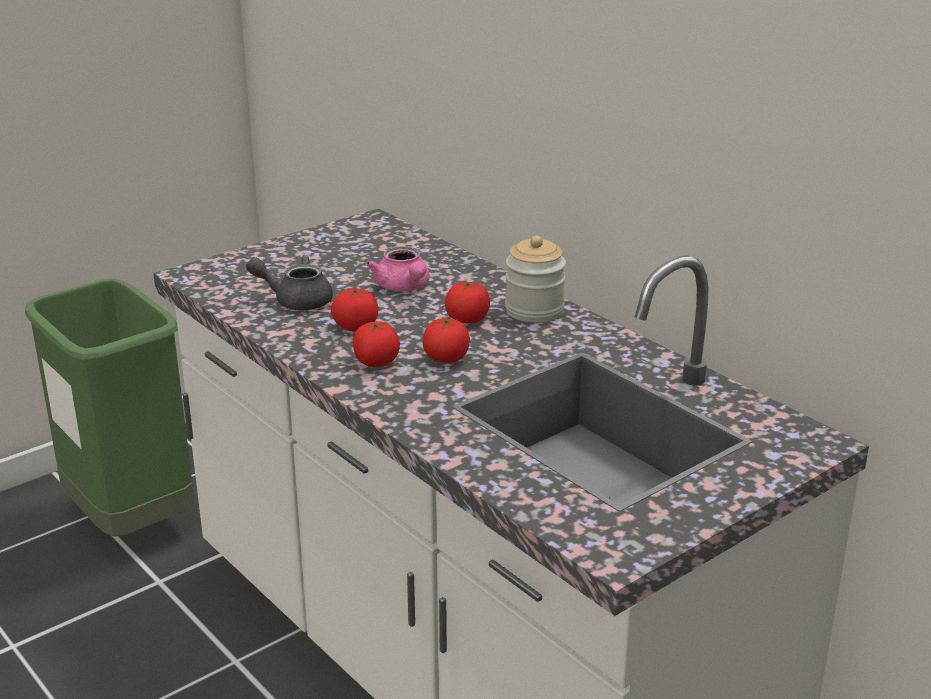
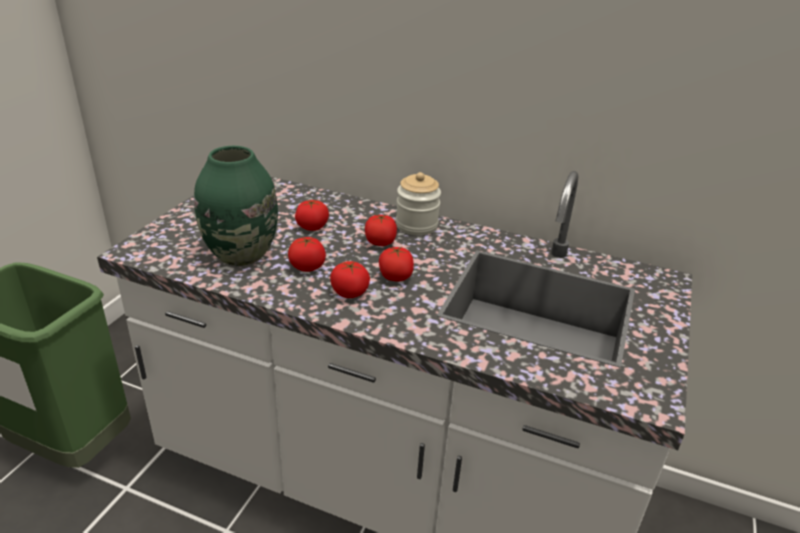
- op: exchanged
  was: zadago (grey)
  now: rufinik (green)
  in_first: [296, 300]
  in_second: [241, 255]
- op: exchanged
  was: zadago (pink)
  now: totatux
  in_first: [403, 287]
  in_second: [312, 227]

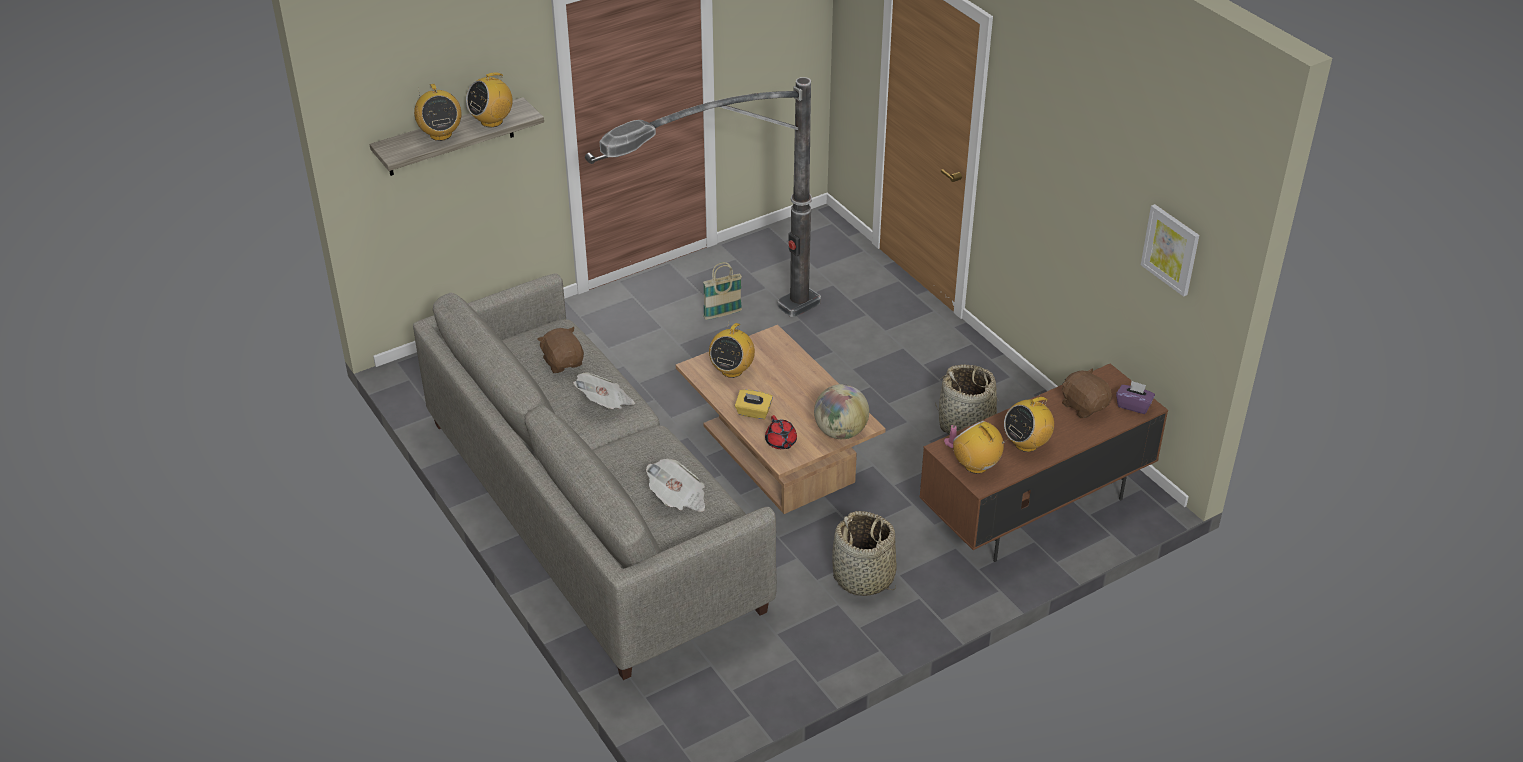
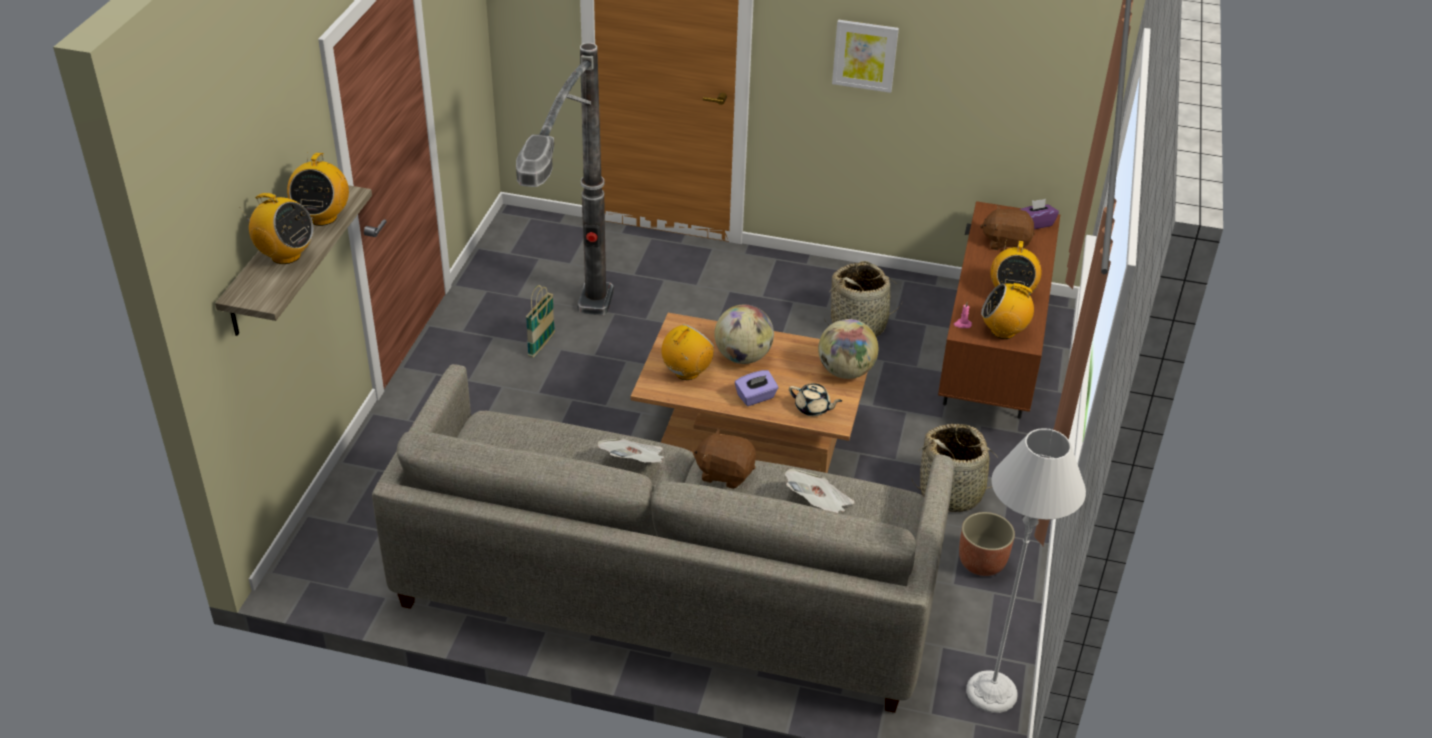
- op: relocated
  was: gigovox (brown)
  in_first: [563, 362]
  in_second: [725, 473]
- op: spun
  was: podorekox
  in_first: [732, 370]
  in_second: [686, 372]
  clockwise: -120
- op: colour
  was: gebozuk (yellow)
  now: gebozuk (purple)
  in_first: [753, 412]
  in_second: [756, 397]
- op: colour
  was: zadago (red)
  now: zadago (beige)
  in_first: [781, 442]
  in_second: [813, 408]
- op: relocated
  was: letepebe
  in_first: [1171, 249]
  in_second: [865, 55]
- op: appeared
  now: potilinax
  in_second: [743, 357]
- op: appeared
  now: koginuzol
  in_second: [982, 562]
- op: appeared
  now: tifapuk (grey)
  in_second: [991, 692]

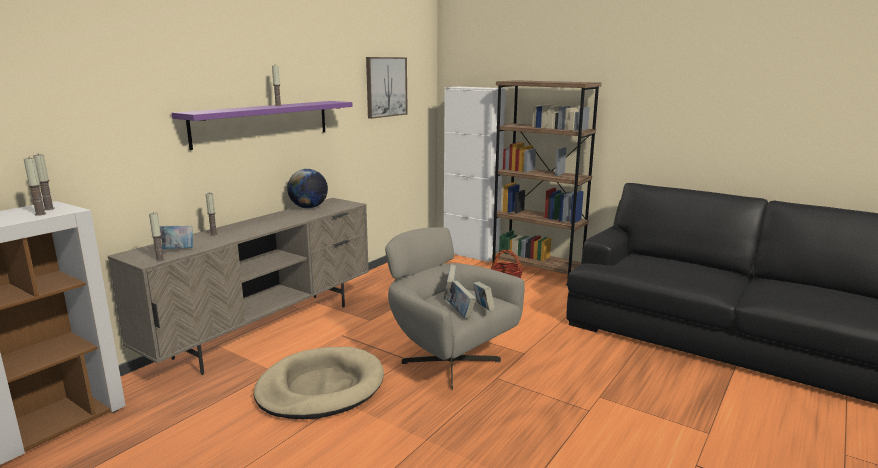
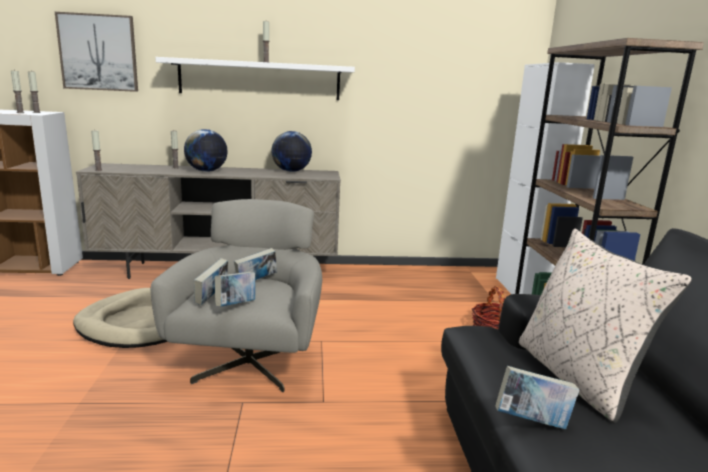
- op: relocated
  was: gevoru
  in_first: [175, 251]
  in_second: [532, 421]
- op: colour
  was: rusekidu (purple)
  now: rusekidu (white)
  in_first: [263, 123]
  in_second: [260, 79]
- op: relocated
  was: letepebe
  in_first: [386, 87]
  in_second: [98, 52]
- op: appeared
  now: potilinax
  in_second: [206, 171]
- op: appeared
  now: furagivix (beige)
  in_second: [577, 377]

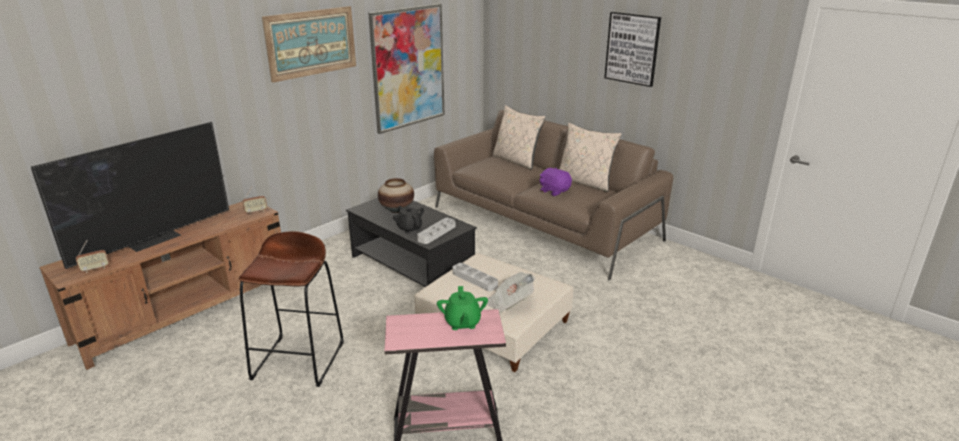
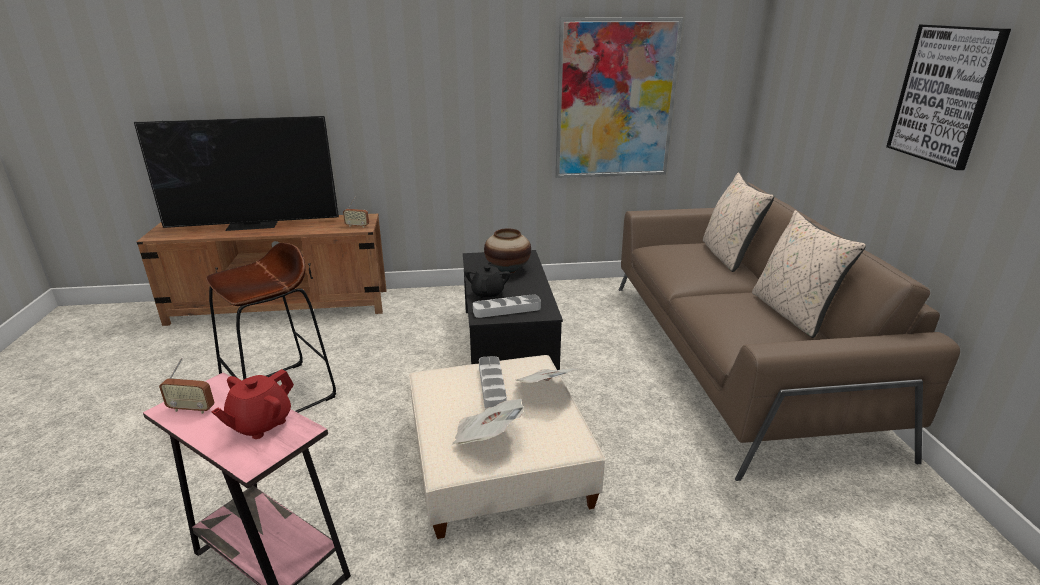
- op: relocated
  was: podorekox
  in_first: [95, 269]
  in_second: [191, 409]
- op: missing
  was: letepebe
  in_first: [311, 43]
- op: colour
  was: zadago (green)
  now: zadago (red)
  in_first: [462, 322]
  in_second: [260, 424]
- op: missing
  was: gigovox (purple)
  in_first: [554, 191]
- op: appeared
  now: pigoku
  in_second: [545, 389]

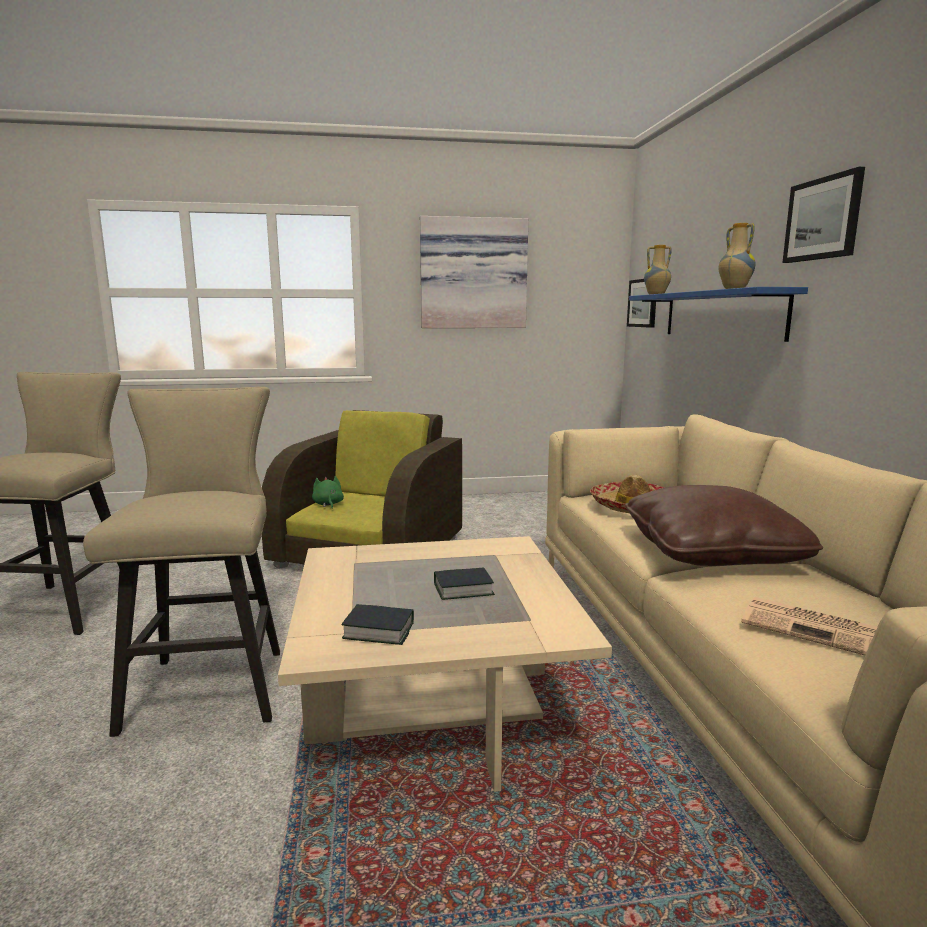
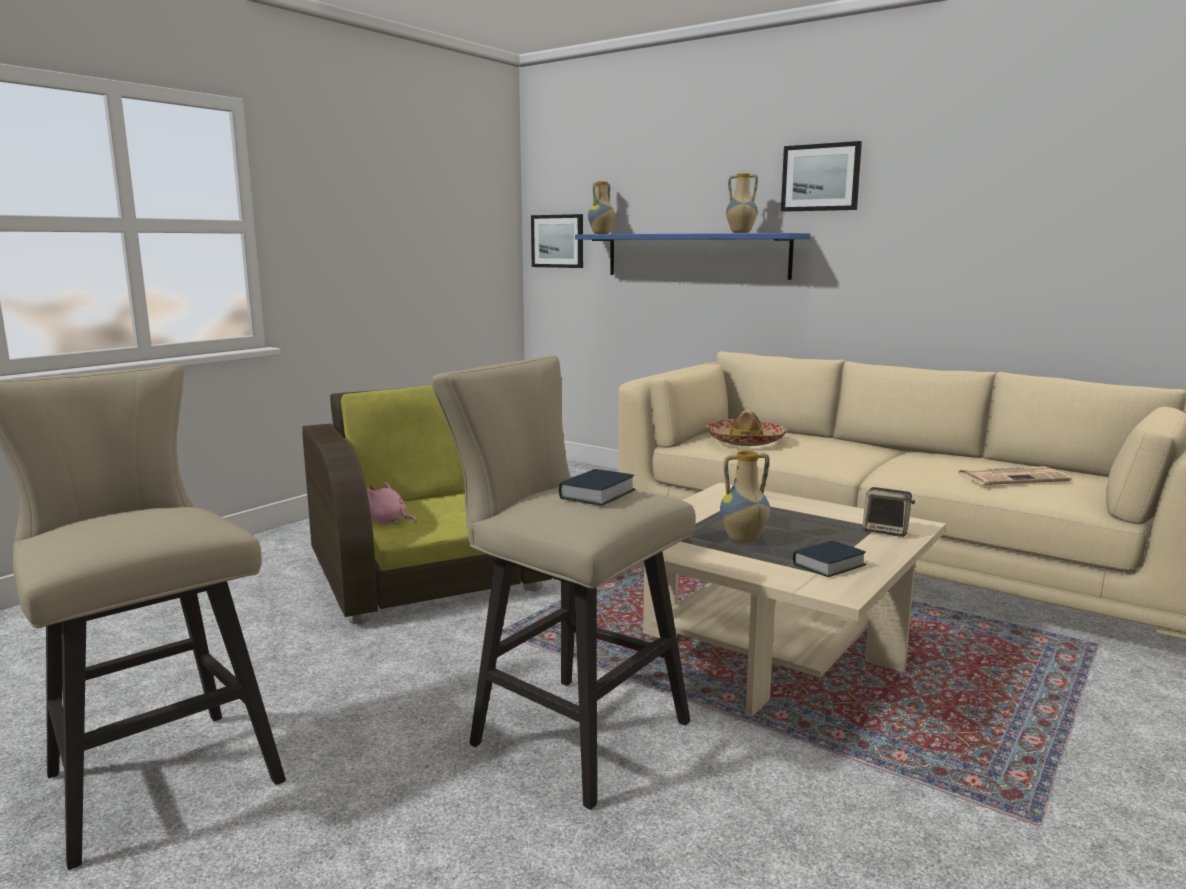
- op: colour
  was: gigovox (green)
  now: gigovox (pink)
  in_first: [328, 504]
  in_second: [388, 521]
- op: missing
  was: letepebe
  in_first: [473, 274]
- op: relocated
  was: gevoru
  in_first: [463, 589]
  in_second: [597, 495]
- op: missing
  was: furagivix (brown)
  in_first: [711, 553]
- op: appeared
  now: rufinik
  in_second: [743, 540]
- op: appeared
  now: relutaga
  in_second: [886, 531]

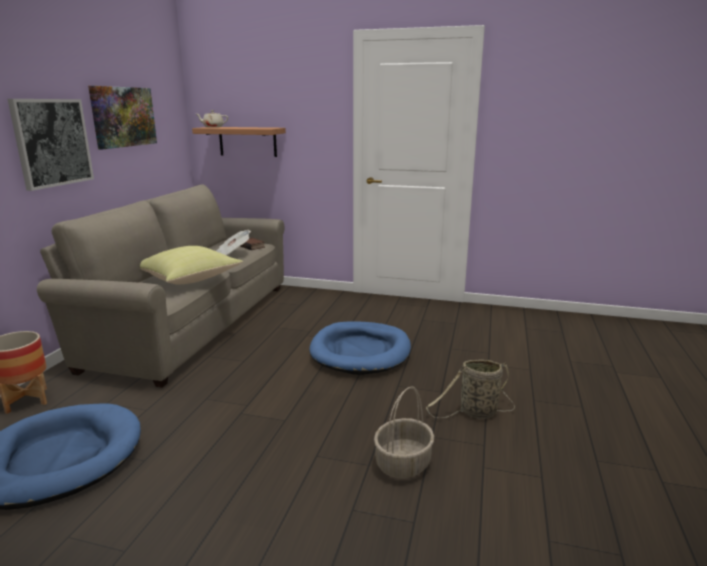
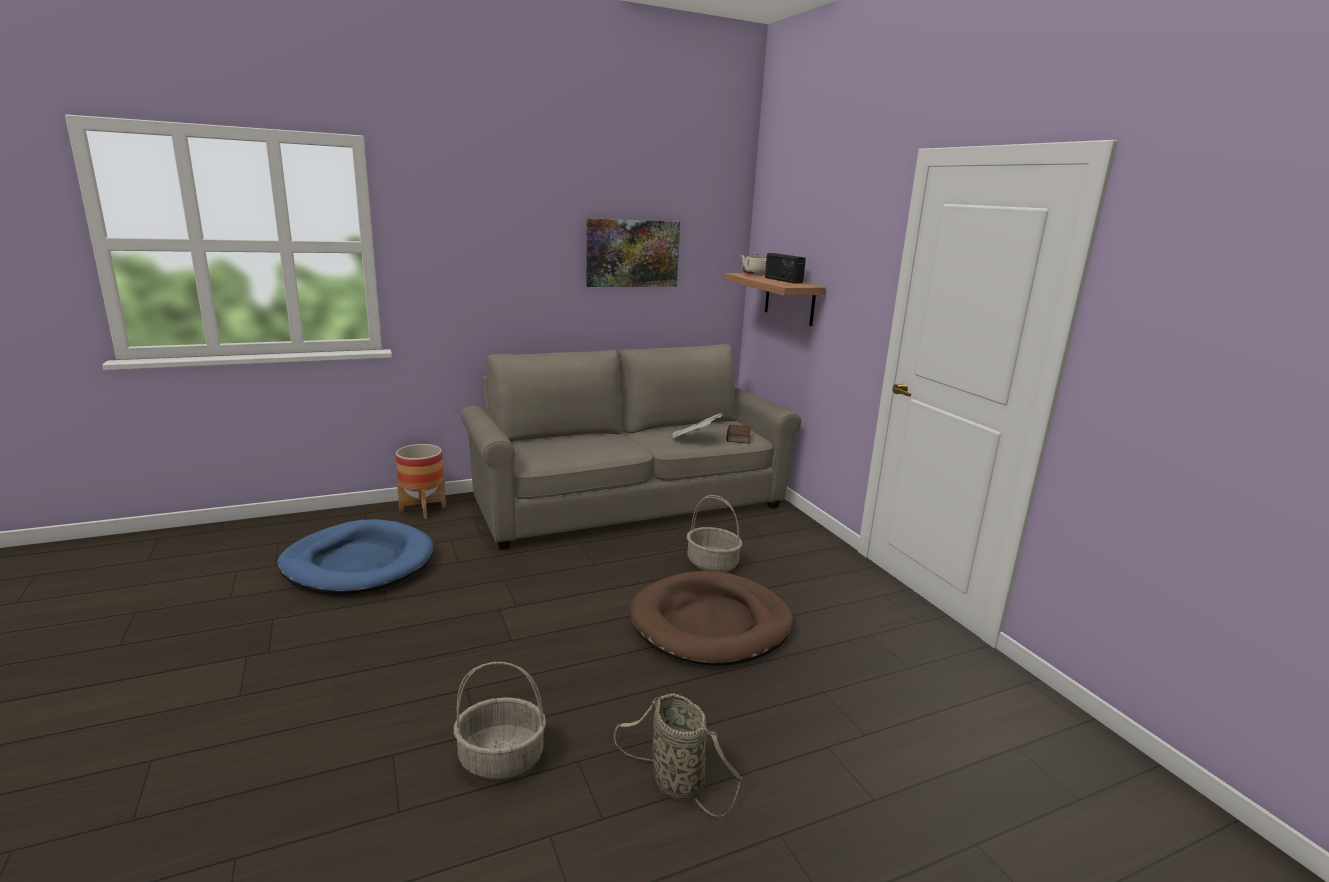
- op: missing
  was: letepebe
  in_first: [52, 142]
- op: missing
  was: furagivix (yellow)
  in_first: [189, 279]
- op: colour
  was: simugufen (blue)
  now: simugufen (brown)
  in_first: [361, 351]
  in_second: [711, 624]
- op: appeared
  now: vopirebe
  in_second: [713, 564]
- op: appeared
  now: podorekox
  in_second: [783, 280]

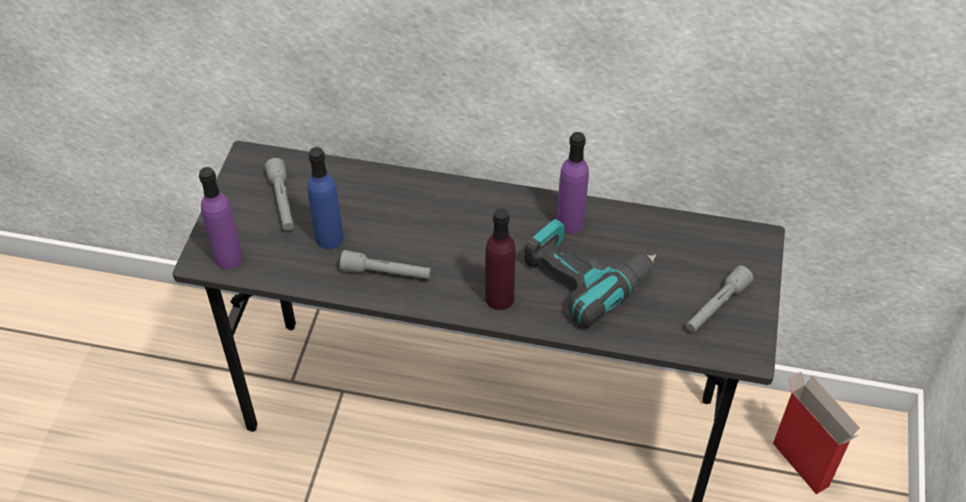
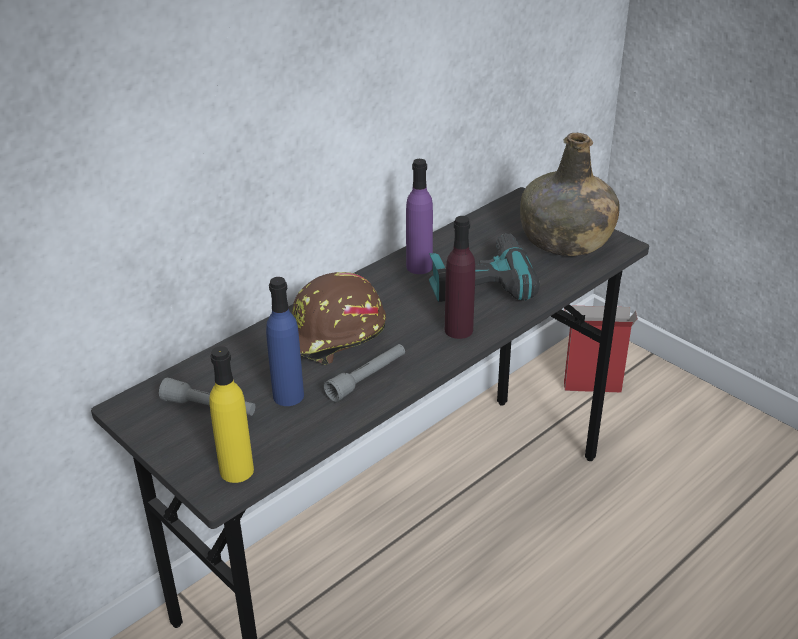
- op: colour
  was: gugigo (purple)
  now: gugigo (yellow)
  in_first: [228, 257]
  in_second: [236, 470]
- op: exchanged
  was: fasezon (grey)
  now: gugigo (green)
  in_first: [716, 307]
  in_second: [565, 240]
- op: appeared
  now: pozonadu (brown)
  in_second: [333, 335]

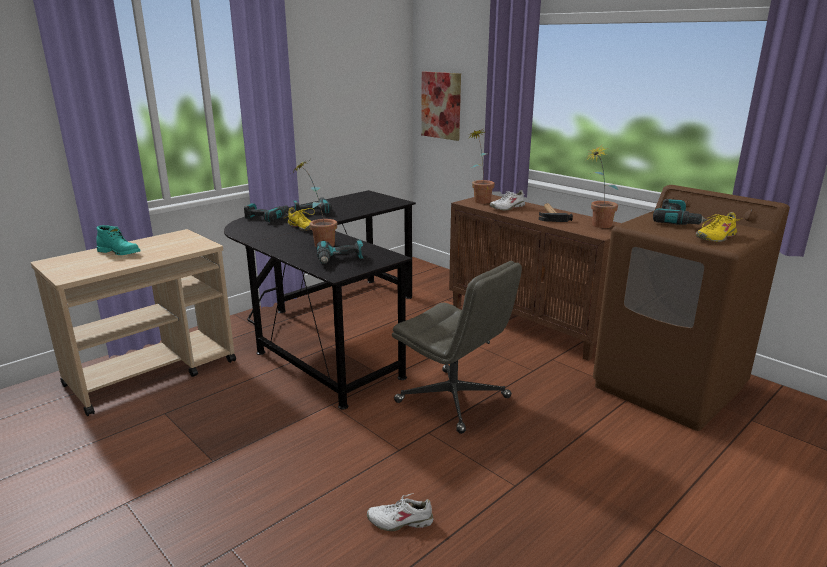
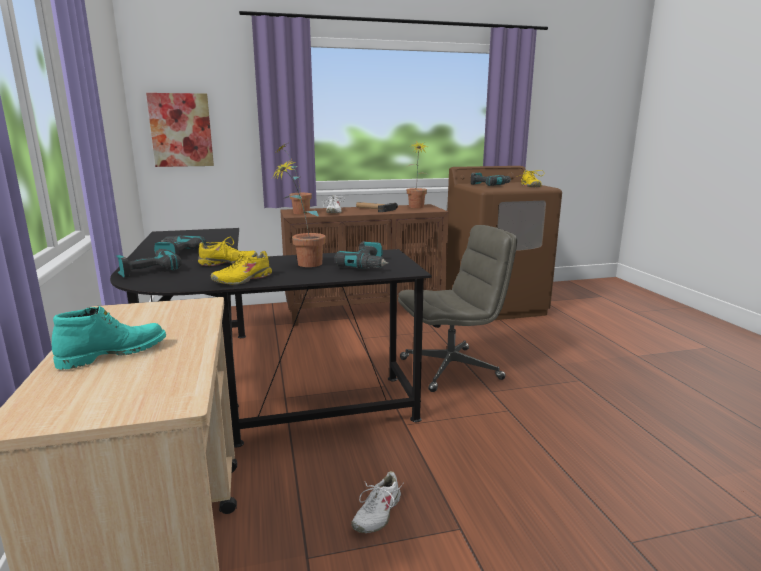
- op: relocated
  was: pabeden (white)
  in_first: [400, 521]
  in_second: [377, 513]
- op: appeared
  now: pabeden (yellow)
  in_second: [243, 280]

